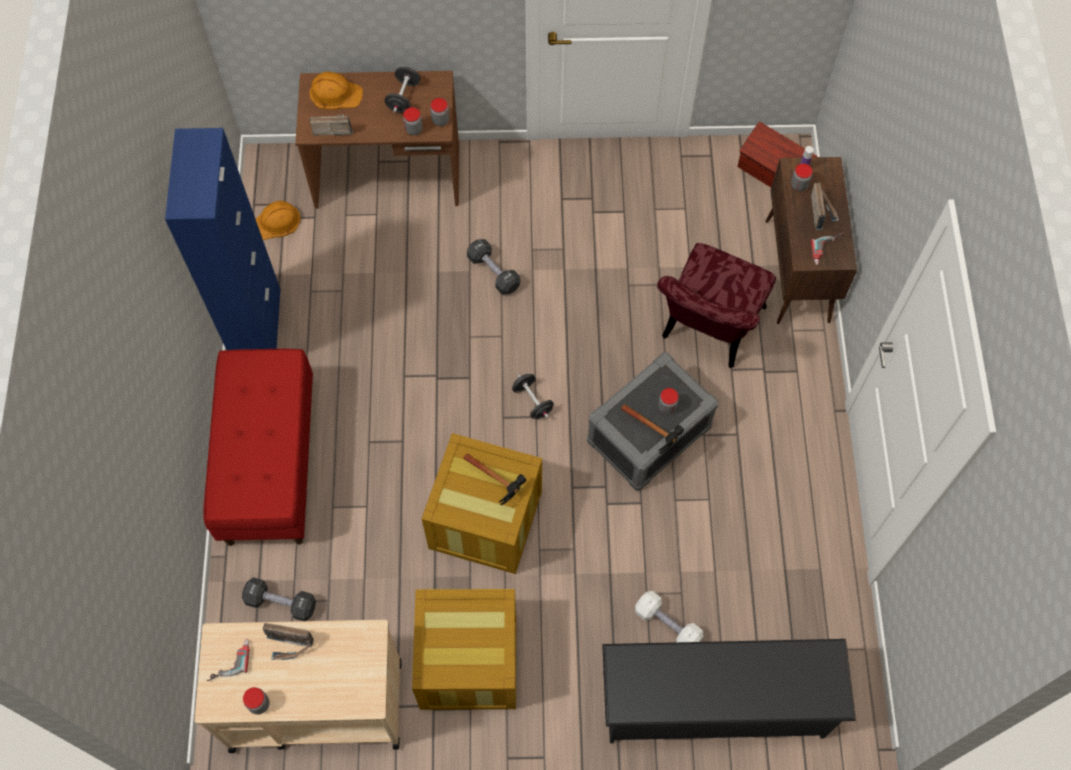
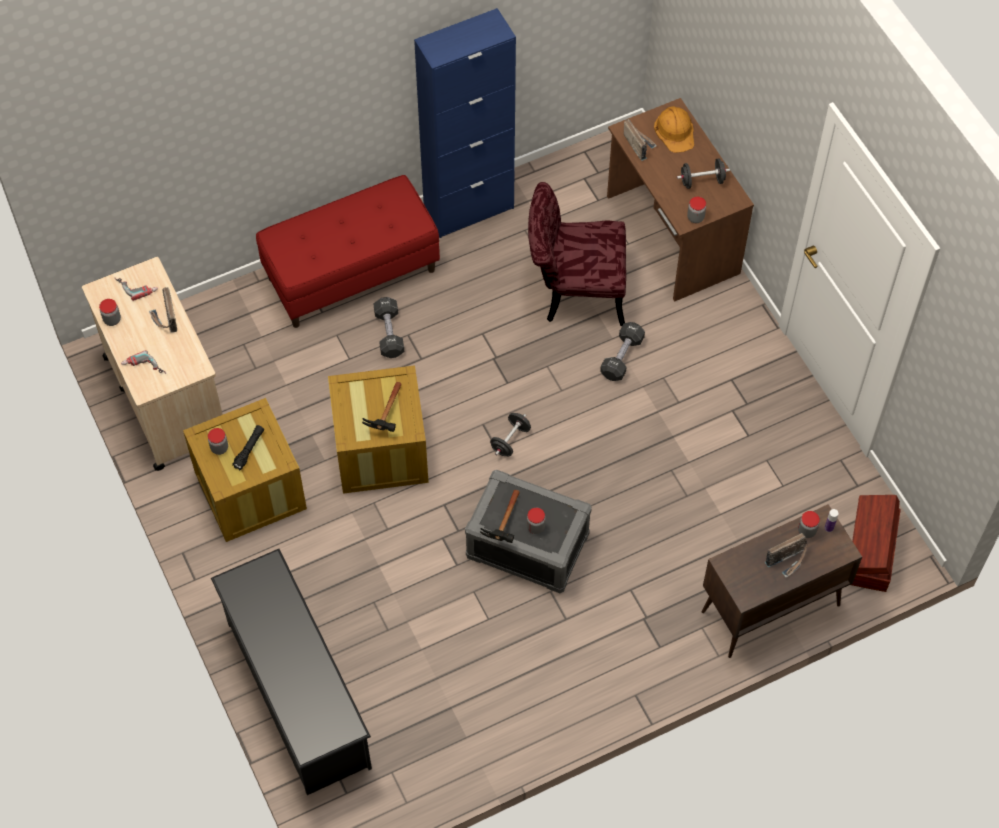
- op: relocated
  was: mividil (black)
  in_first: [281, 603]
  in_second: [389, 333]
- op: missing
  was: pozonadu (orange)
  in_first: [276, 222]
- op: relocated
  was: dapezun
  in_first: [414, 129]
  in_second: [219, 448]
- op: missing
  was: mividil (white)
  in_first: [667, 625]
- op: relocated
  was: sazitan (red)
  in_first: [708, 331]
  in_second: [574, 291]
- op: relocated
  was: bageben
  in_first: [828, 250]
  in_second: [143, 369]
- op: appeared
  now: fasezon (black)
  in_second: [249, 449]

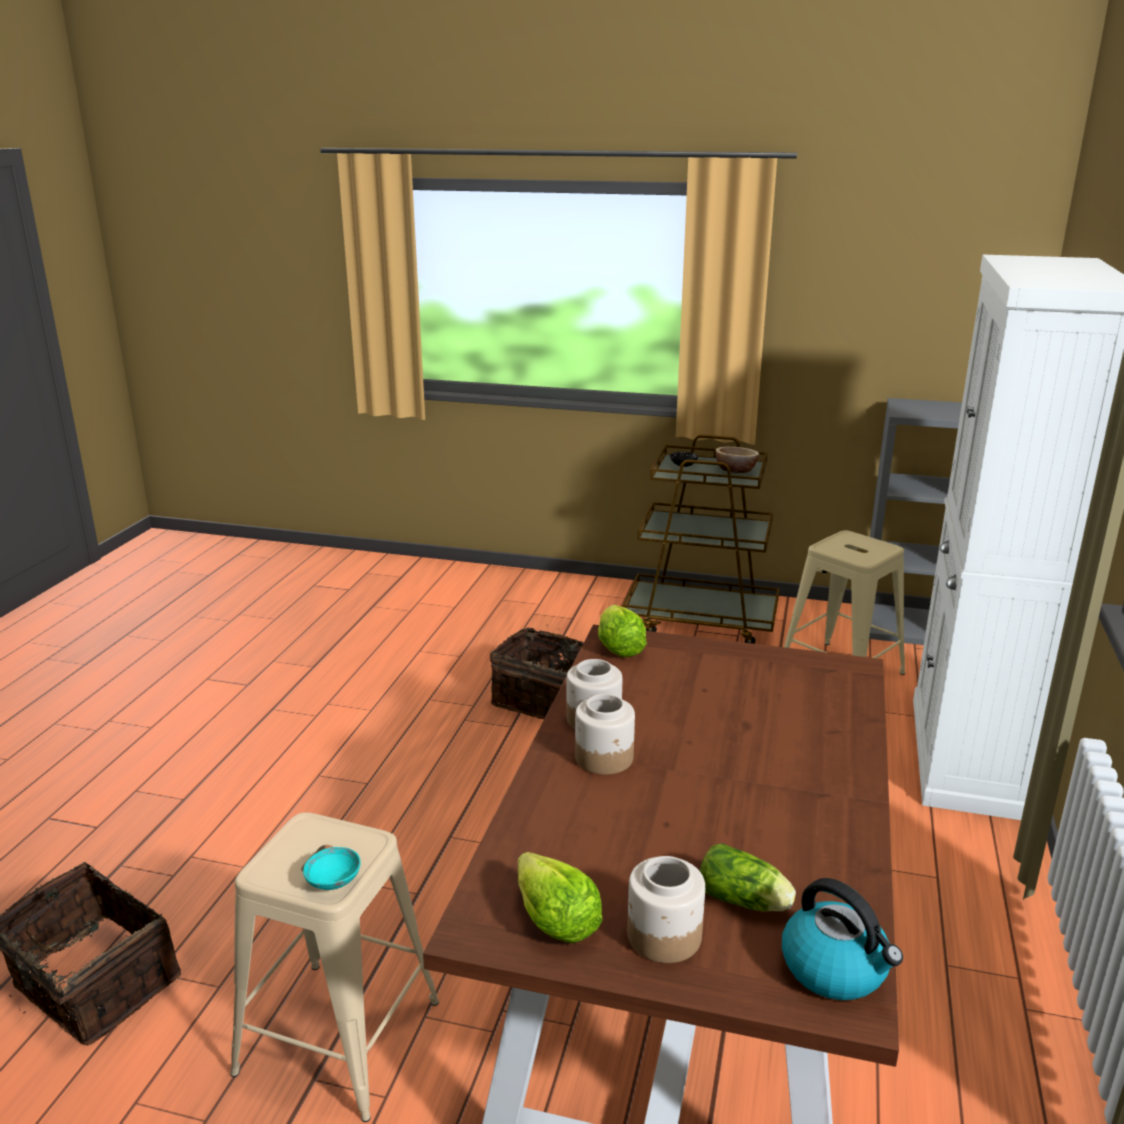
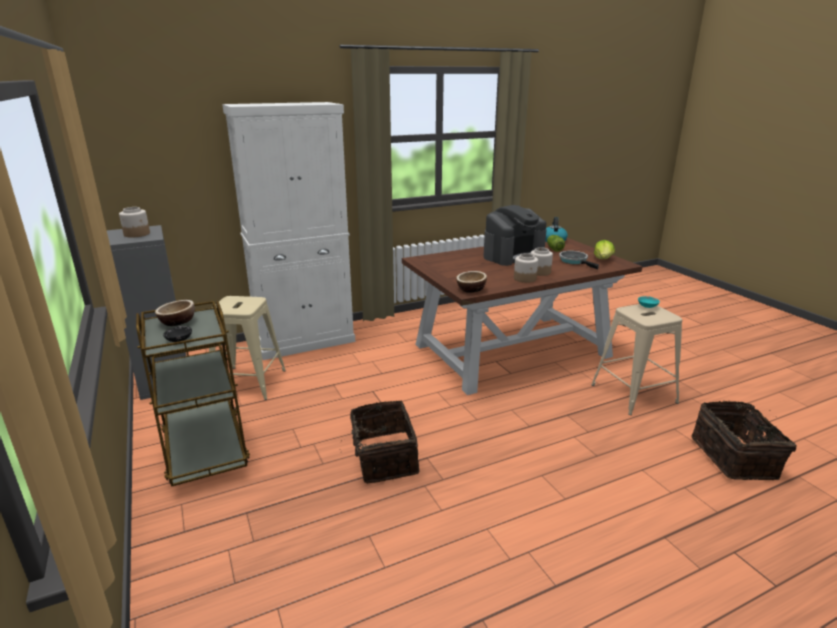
- op: exchanged
  was: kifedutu
  now: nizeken
  in_first: [619, 647]
  in_second: [471, 289]
- op: relocated
  was: dapezun
  in_first: [663, 937]
  in_second: [137, 234]
- op: appeared
  now: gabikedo
  in_second: [513, 256]
- op: appeared
  now: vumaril
  in_second: [575, 261]

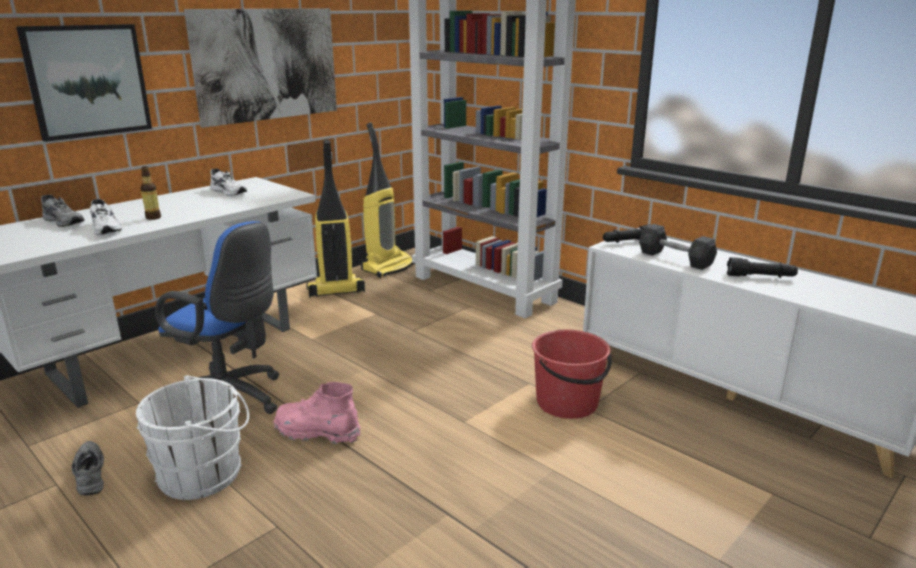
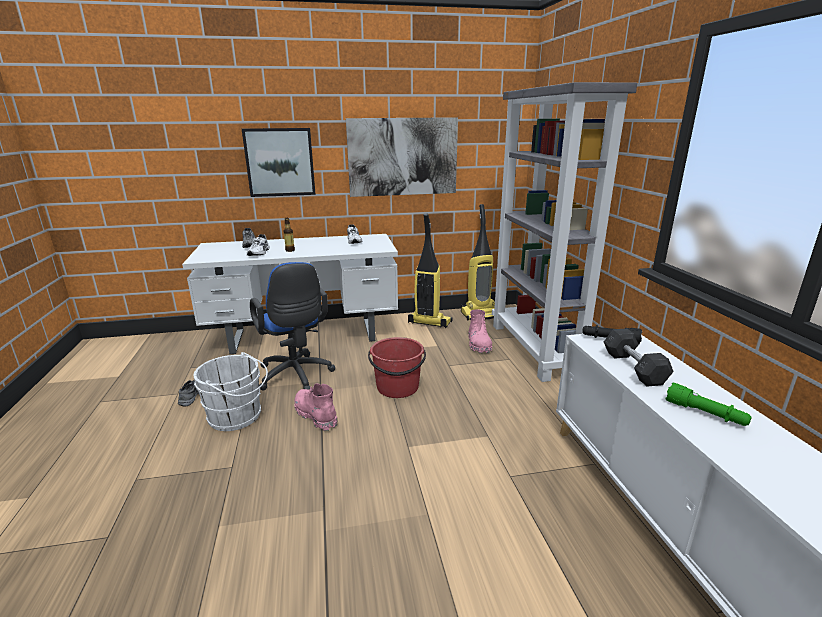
- op: relocated
  was: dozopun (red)
  in_first: [568, 403]
  in_second: [397, 387]
- op: colour
  was: fasezon (black)
  now: fasezon (green)
  in_first: [760, 277]
  in_second: [705, 414]
- op: appeared
  now: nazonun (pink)
  in_second: [479, 344]

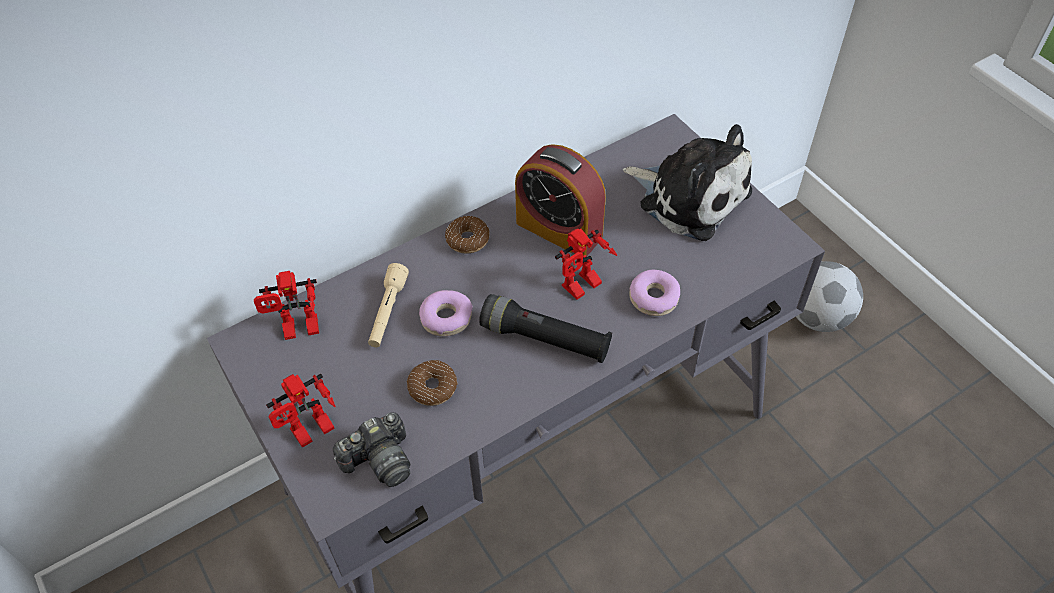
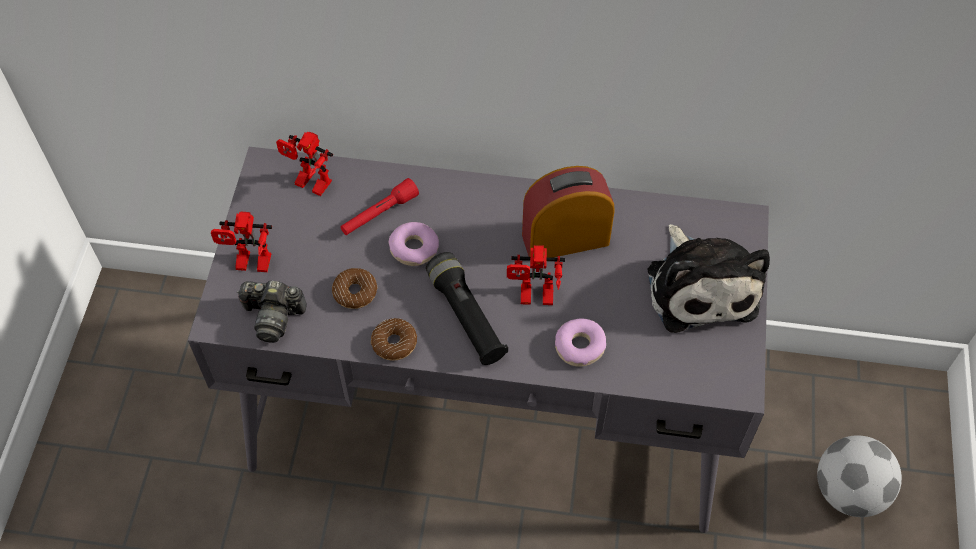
- op: colour
  was: fasezon (beige)
  now: fasezon (red)
  in_first: [387, 312]
  in_second: [379, 214]
- op: relocated
  was: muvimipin
  in_first: [468, 239]
  in_second: [394, 343]
- op: spun
  was: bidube
  in_first: [559, 229]
  in_second: [565, 239]
  clockwise: 90

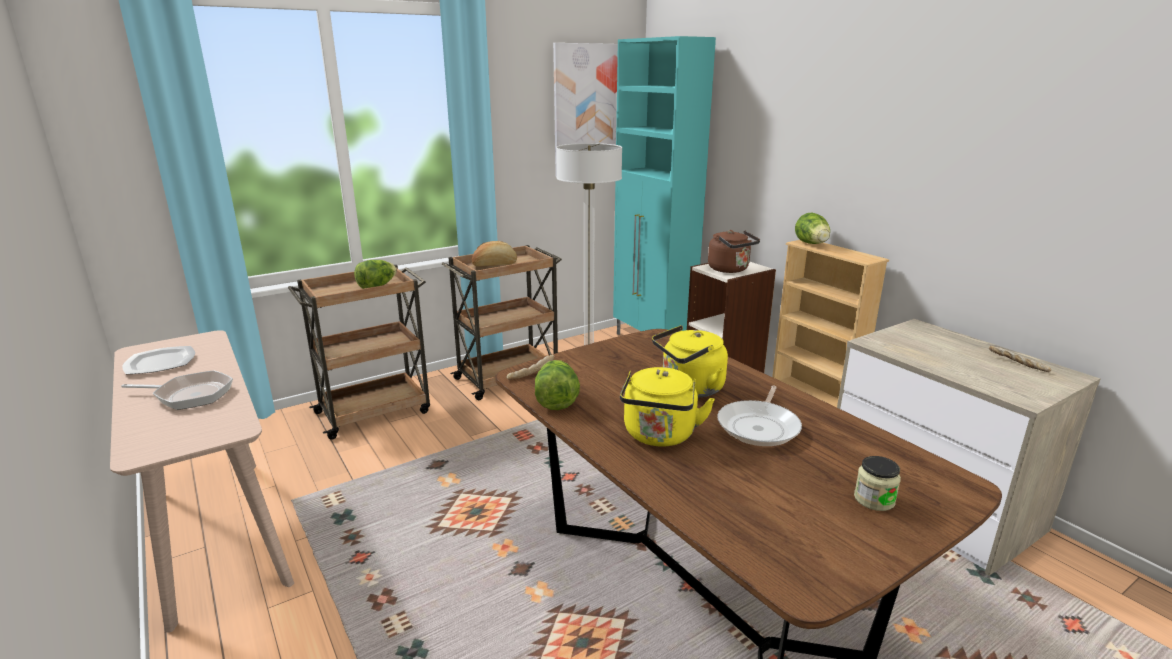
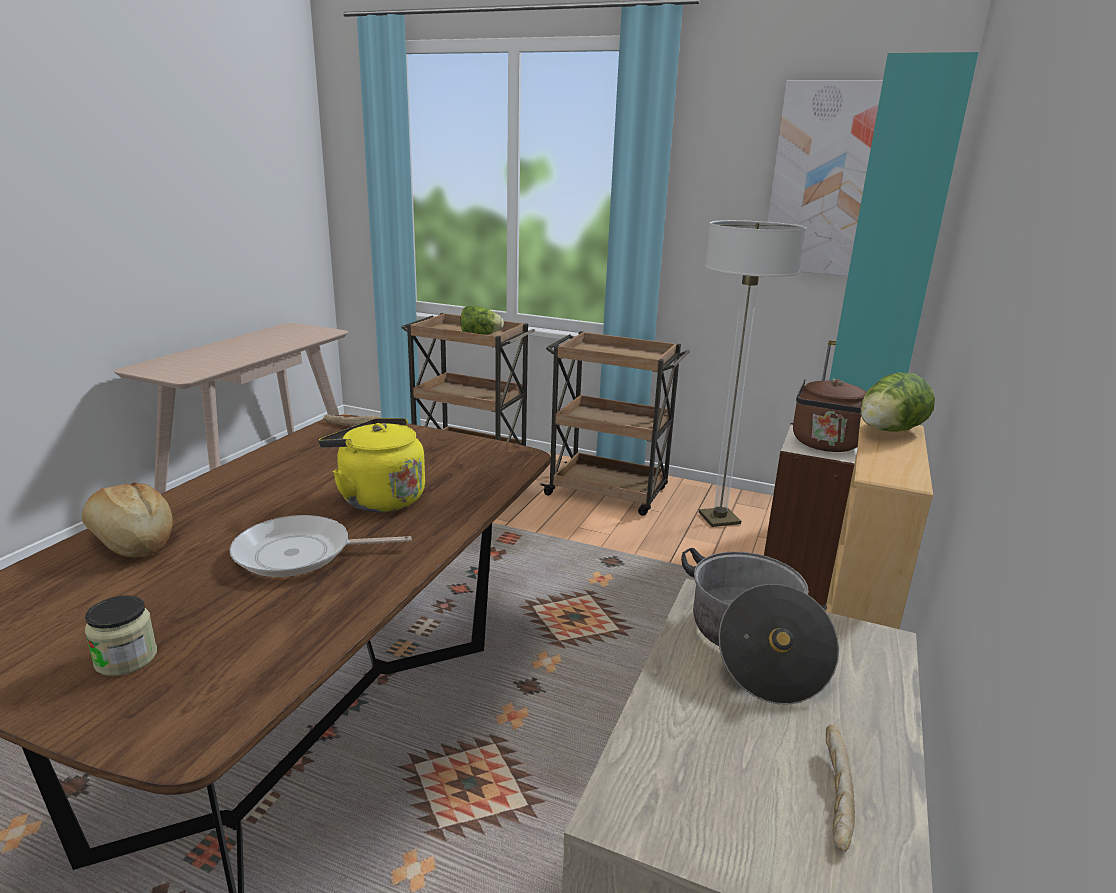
- op: missing
  was: vumaril
  in_first: [190, 395]
- op: missing
  was: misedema
  in_first: [161, 363]
- op: relocated
  was: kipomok
  in_first: [494, 265]
  in_second: [130, 541]
- op: missing
  was: kifedutu
  in_first: [556, 401]
- op: missing
  was: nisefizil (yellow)
  in_first: [659, 436]
- op: appeared
  now: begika
  in_second: [752, 645]

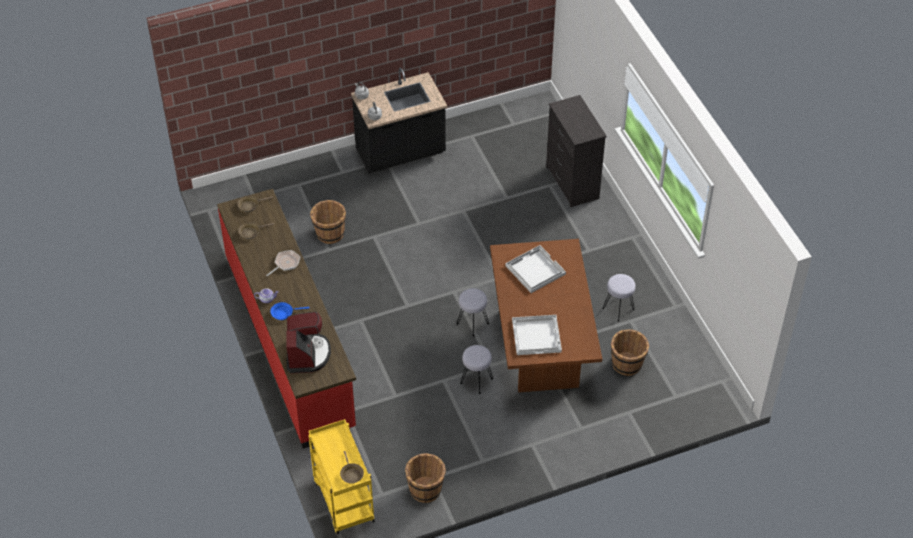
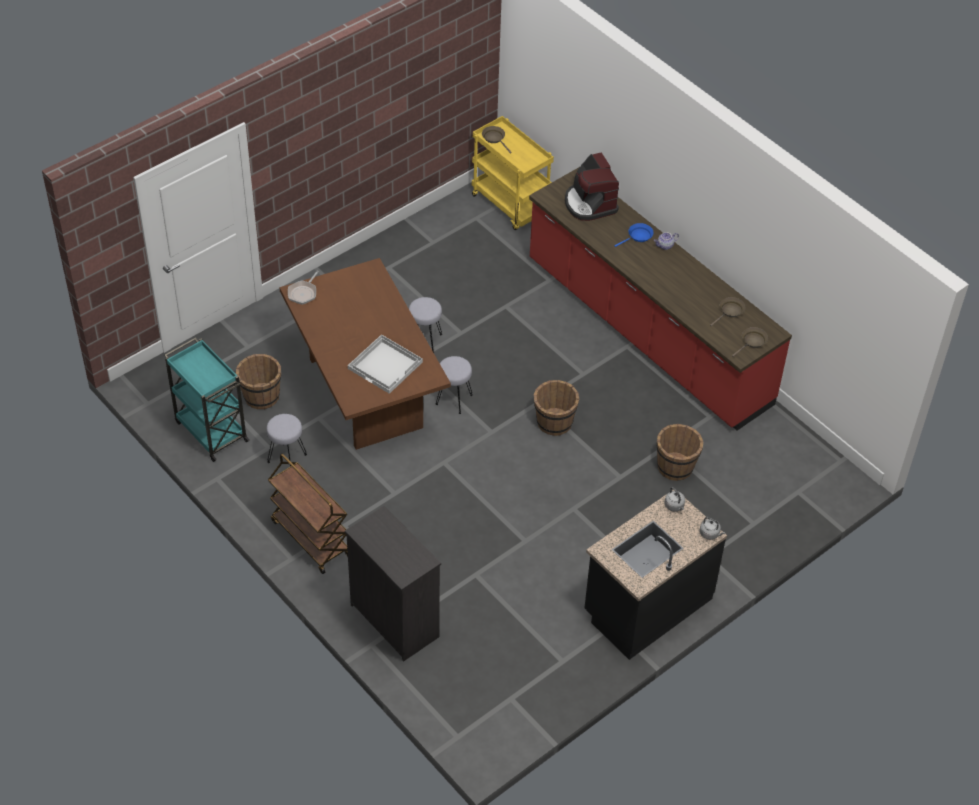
- op: relocated
  was: vumaril
  in_first: [286, 263]
  in_second: [303, 293]
- op: relocated
  was: dozopun (brown)
  in_first: [425, 489]
  in_second: [554, 423]
- op: missing
  was: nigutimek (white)
  in_first: [537, 335]
- op: appeared
  now: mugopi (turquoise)
  in_second: [210, 430]
- op: appeared
  now: mugopi (brown)
  in_second: [310, 538]

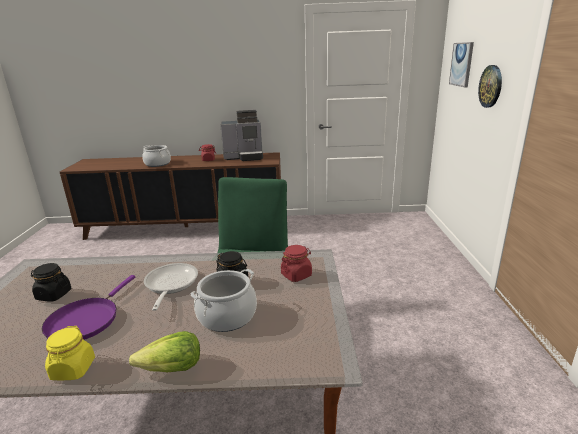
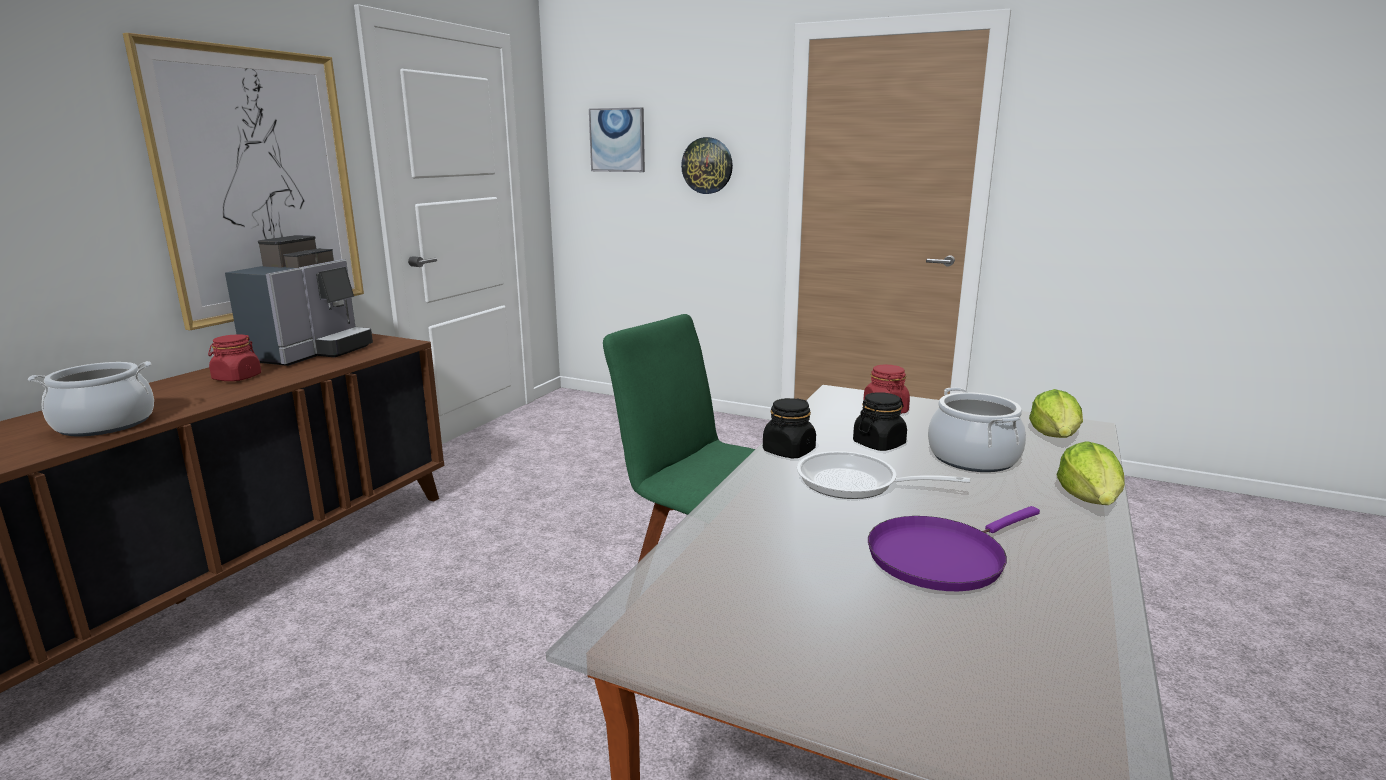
- op: relocated
  was: dapezun (black)
  in_first: [53, 295]
  in_second: [788, 451]
- op: spun
  was: vumaril (purple)
  in_first: [86, 320]
  in_second: [940, 557]
  clockwise: 105
- op: missing
  was: dapezun (yellow)
  in_first: [73, 369]
- op: appeared
  now: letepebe
  in_second: [260, 184]
- op: appeared
  now: kifedutu
  in_second: [1055, 437]

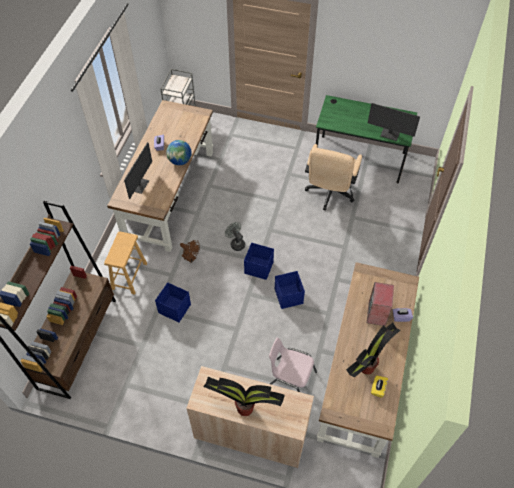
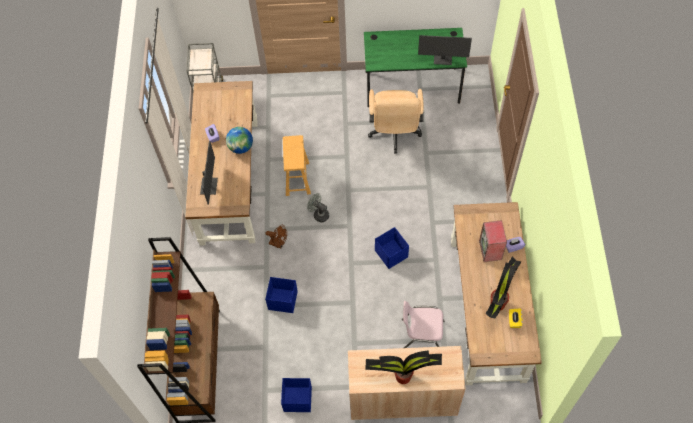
- op: relocated
  was: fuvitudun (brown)
  in_first: [129, 276]
  in_second: [297, 179]
- op: relocated
  was: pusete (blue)
  in_first: [258, 267]
  in_second: [297, 399]

